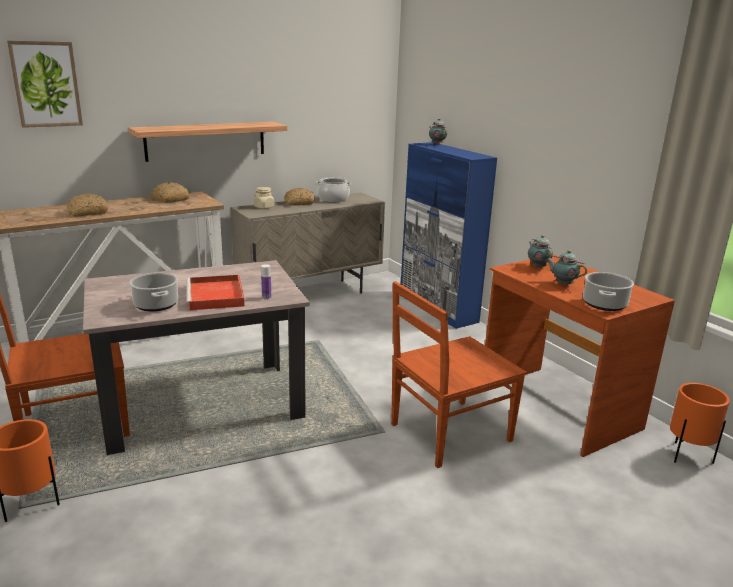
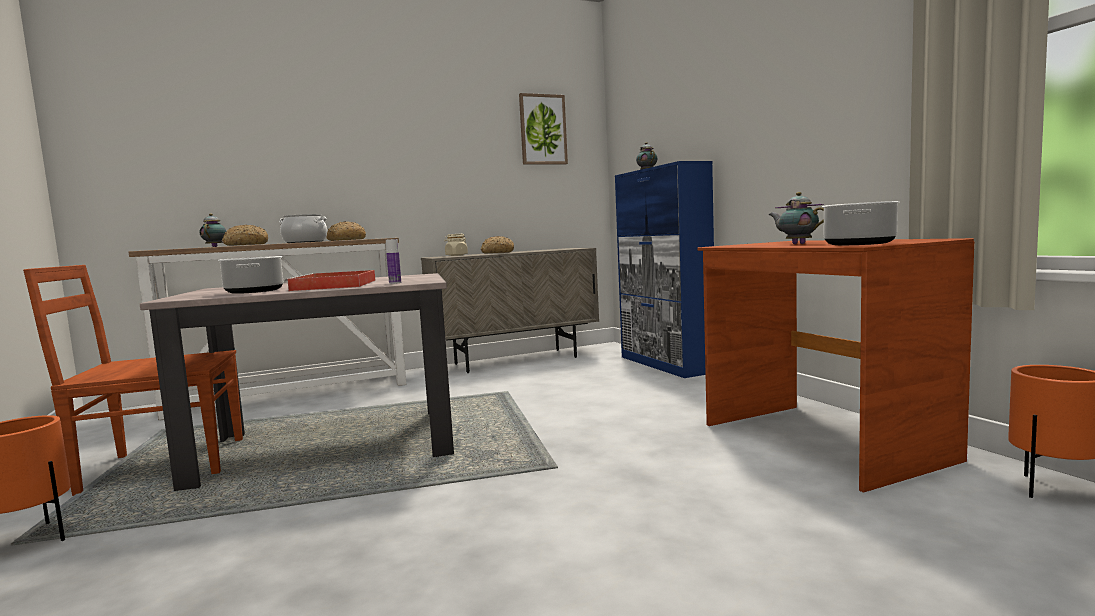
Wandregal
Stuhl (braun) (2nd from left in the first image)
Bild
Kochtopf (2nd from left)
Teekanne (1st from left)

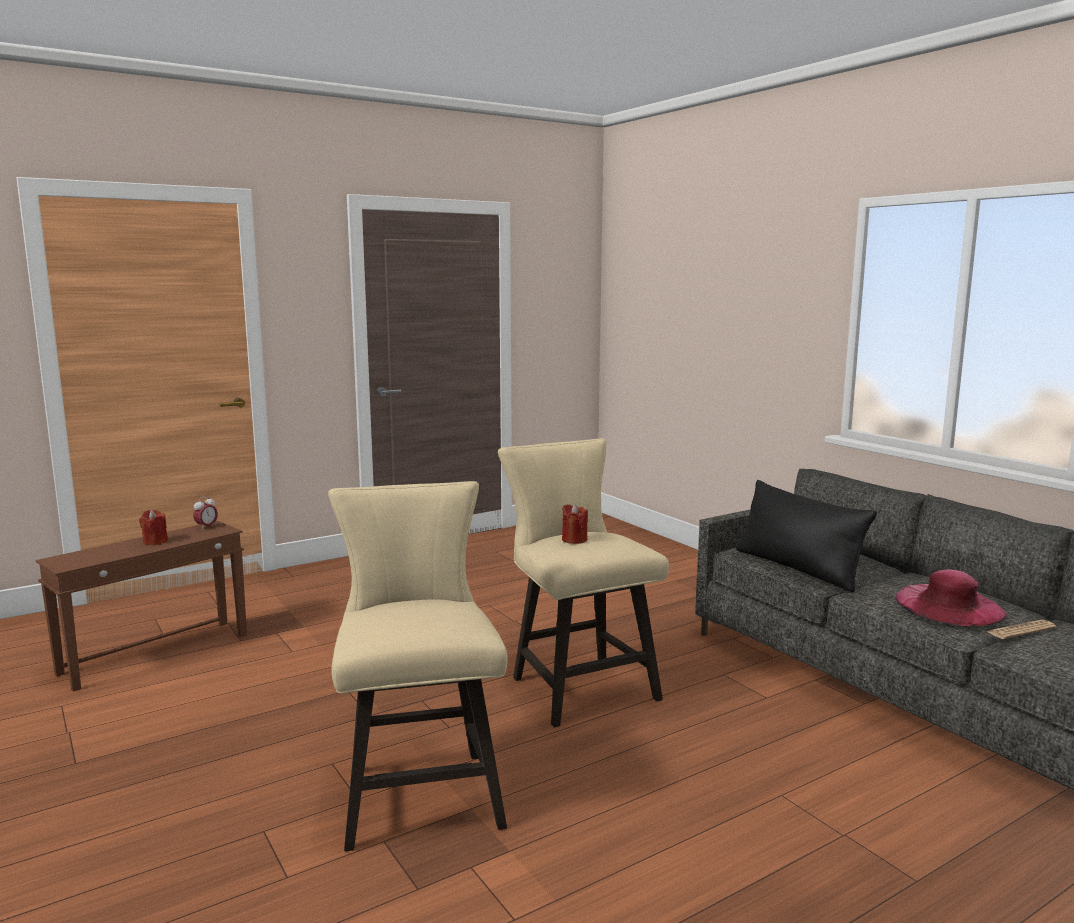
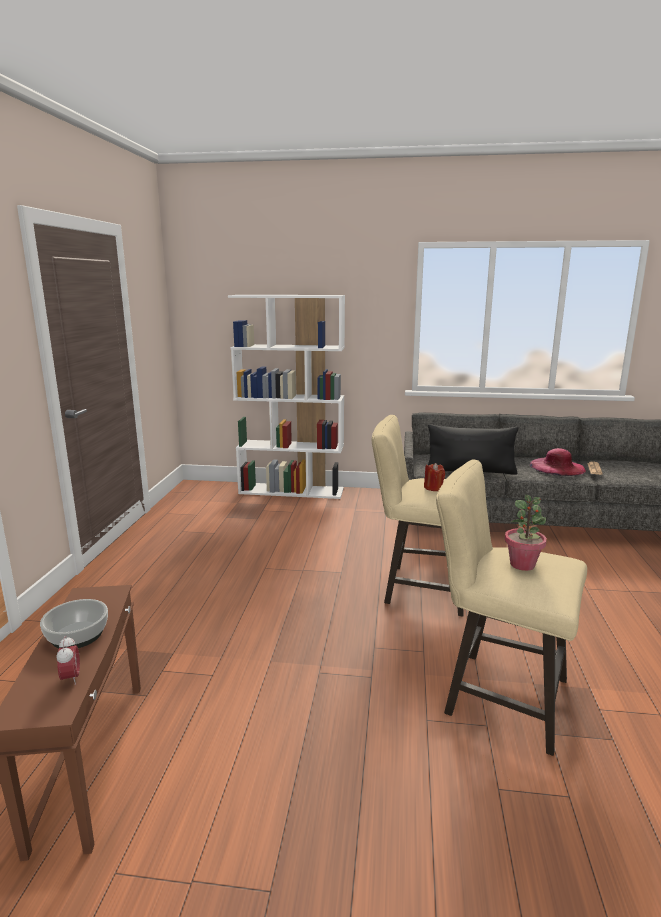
Bücherregal (weiß)
Topfpflanze
Wecker
Schüssel

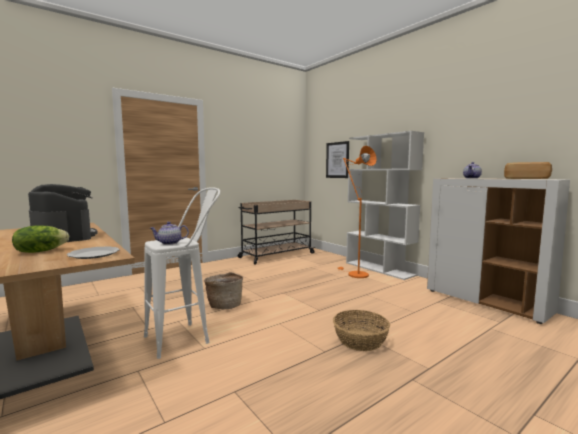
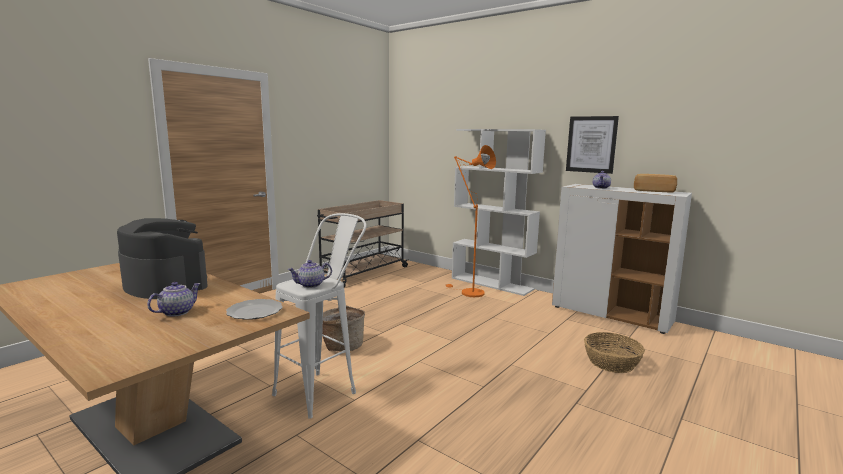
Bild
Korb (2nd from left)
Teekanne (1st from left)

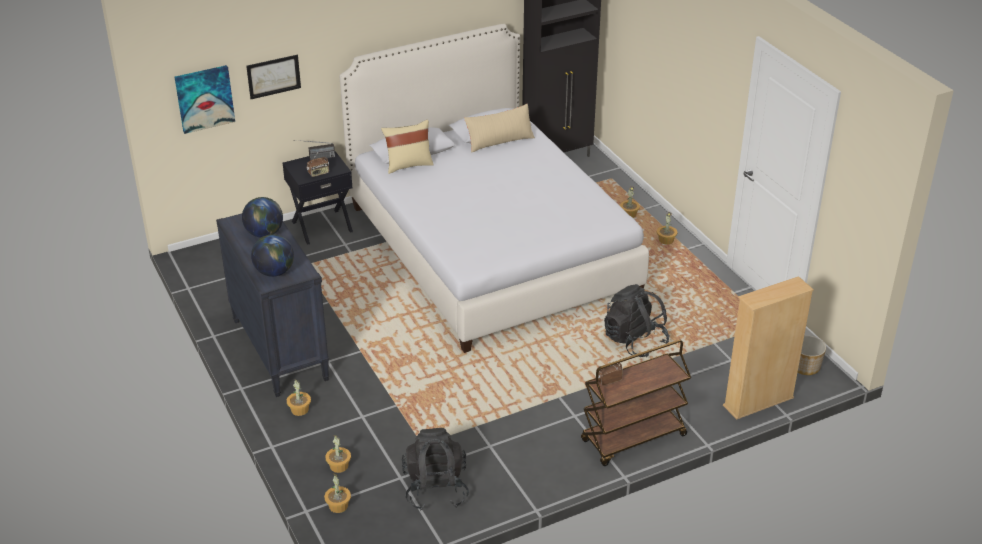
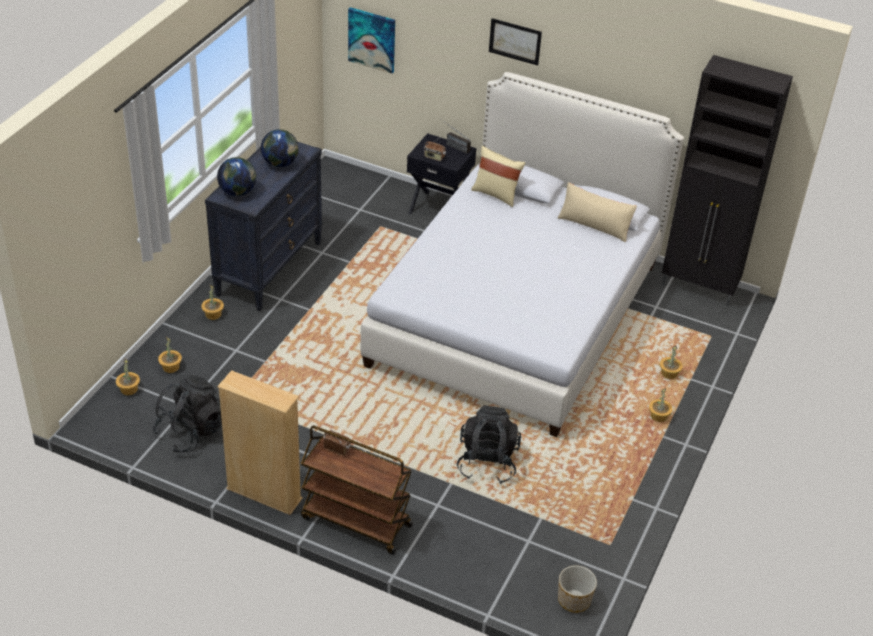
Bild (2nd from left)
Bücherregal (beige)

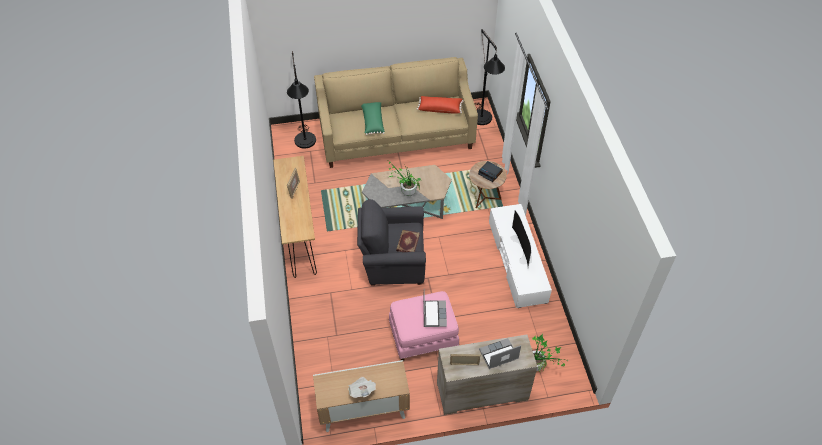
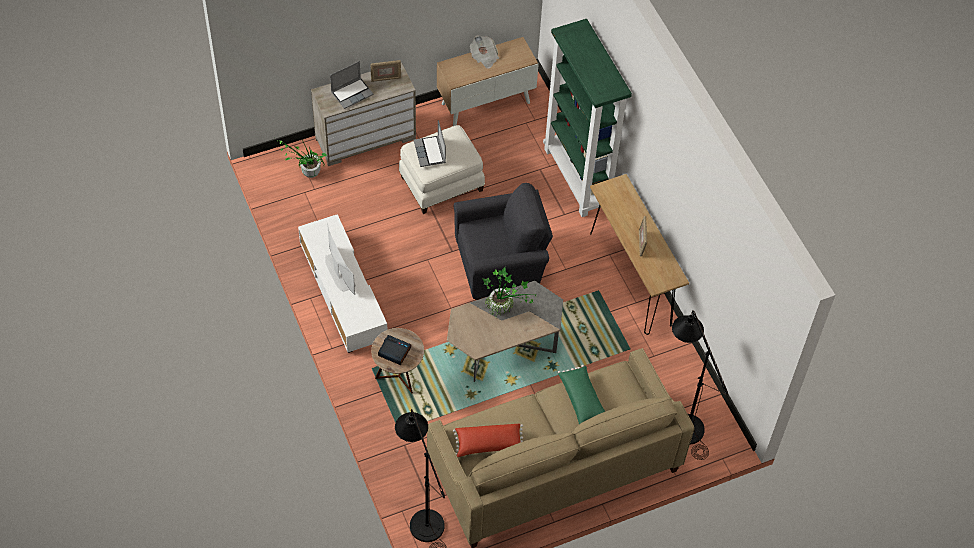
Buch
Bücherregal (grün)
Polsterhocker (weiß)

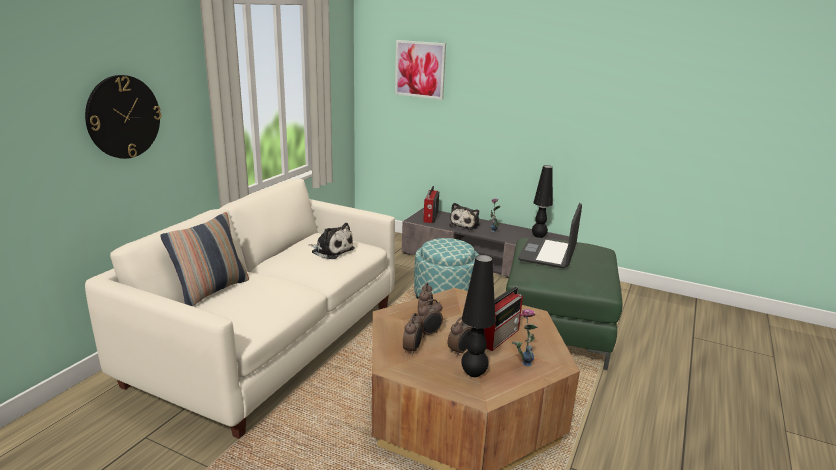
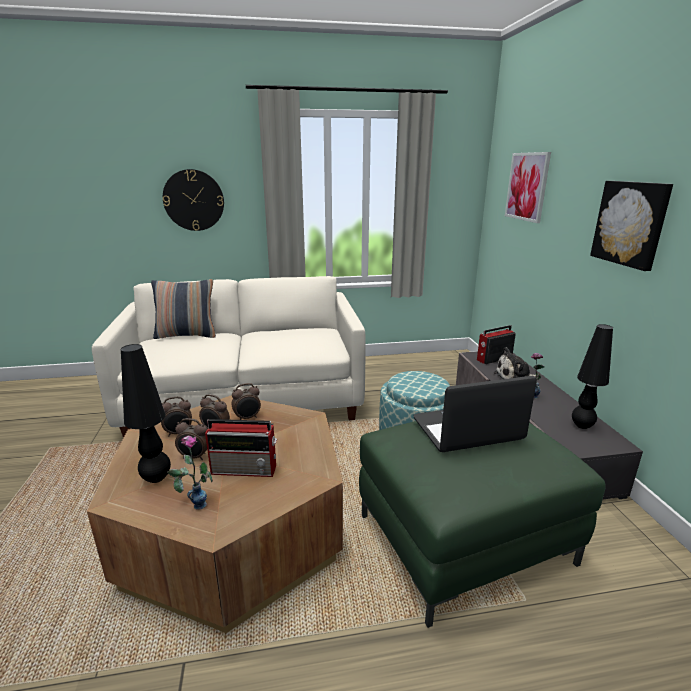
Plüschtier (1st from left in the first image)
Bild (2nd from left)

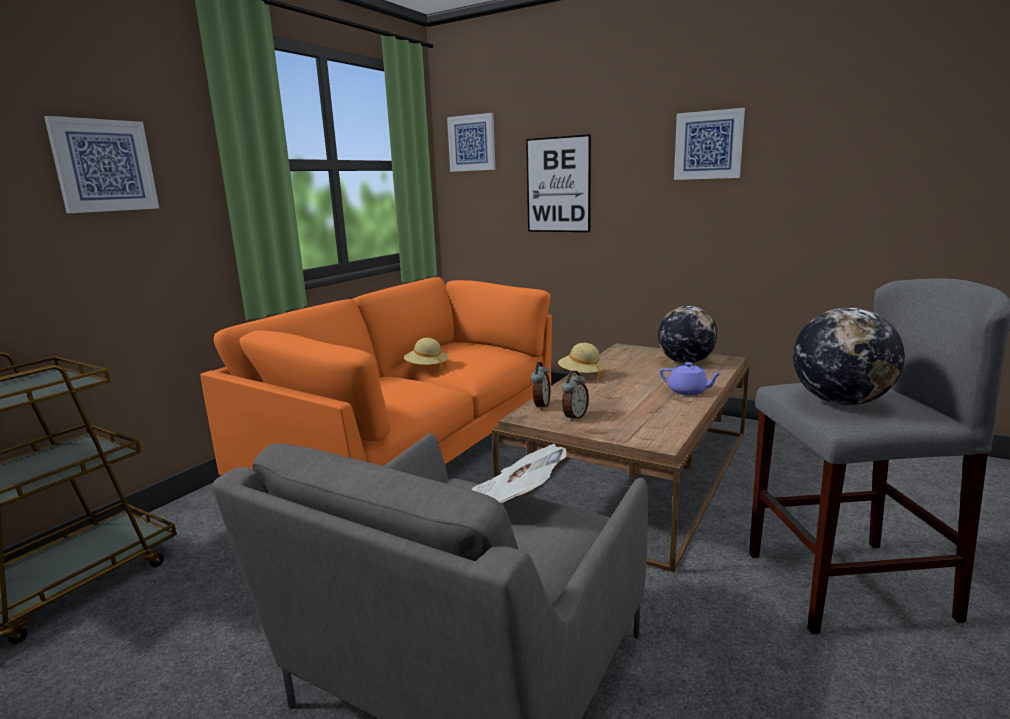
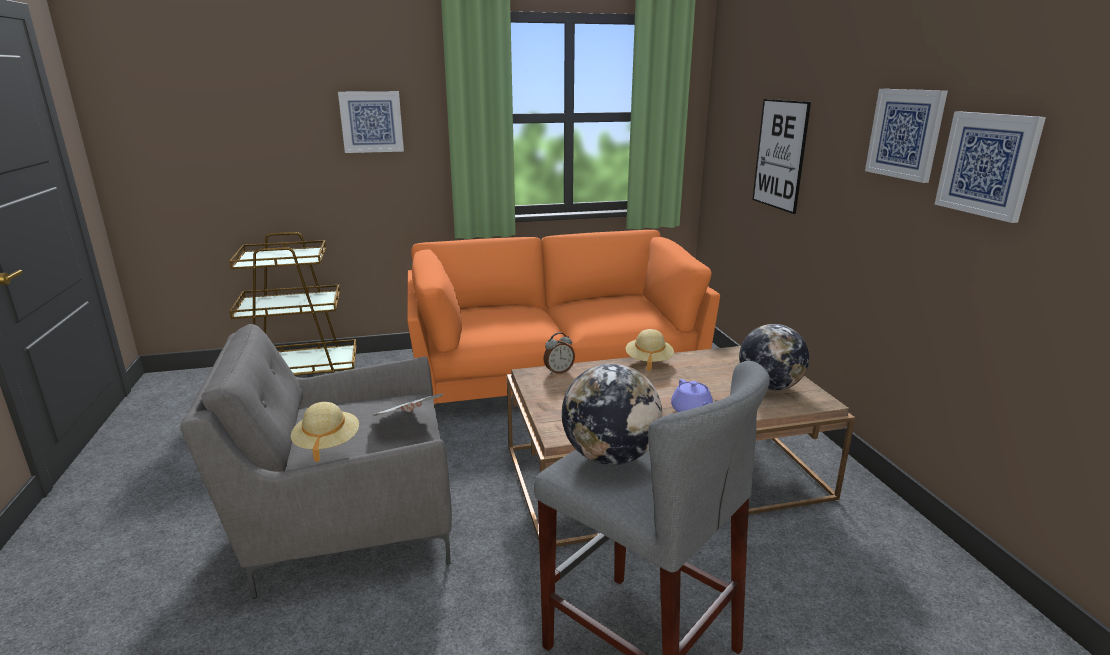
Wecker (2nd from left in the first image)
Hut (beige) (1st from left)
Bild (4th from left)

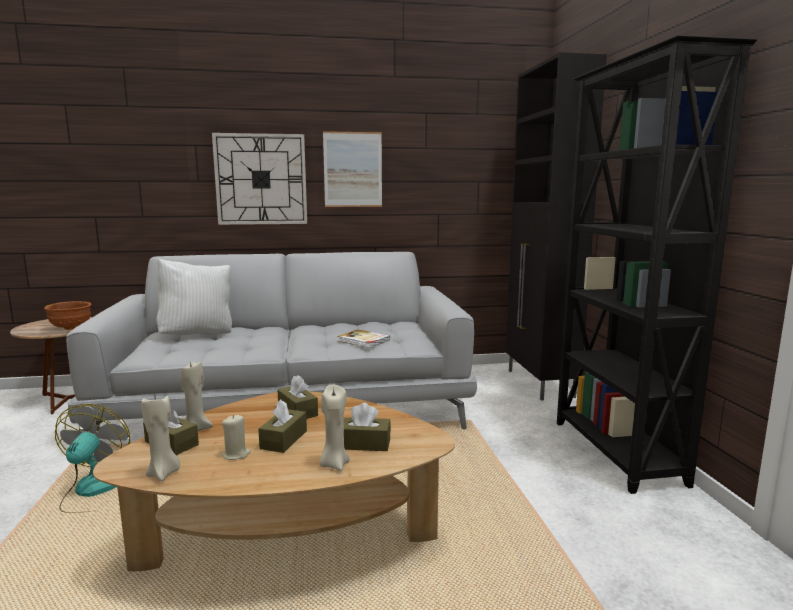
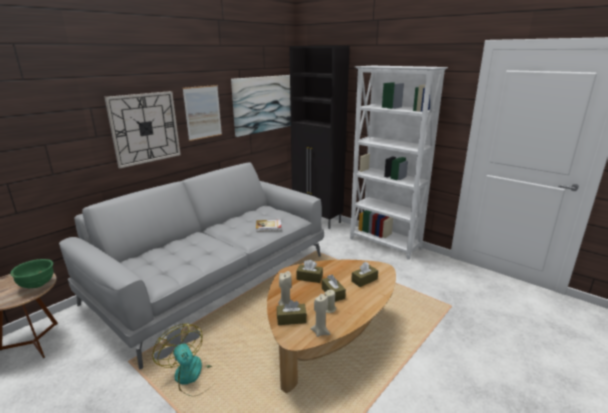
Kissen (weiß)
Kerze (beige) (4th from left in the first image)
Bild (2nd from left)
Schüssel (grün)
Bücherregal (weiß)

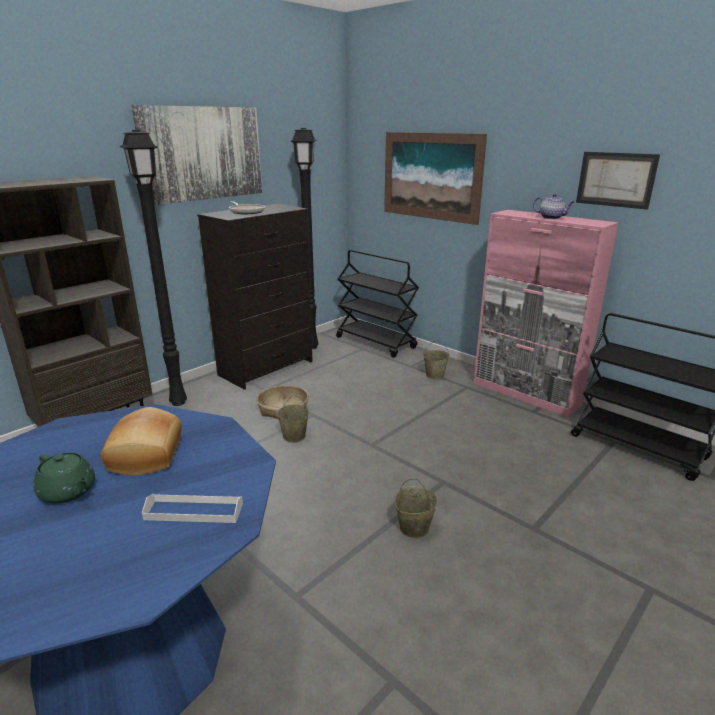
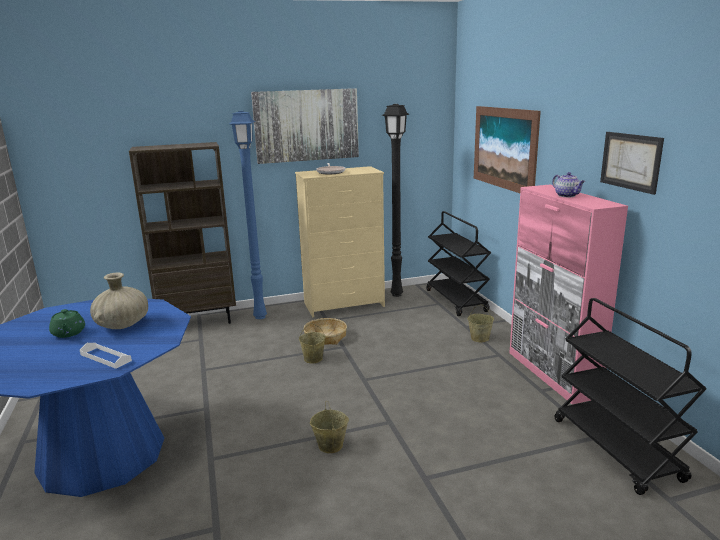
Vase (beige)
Stehlampe (blau)
Kommode (beige)

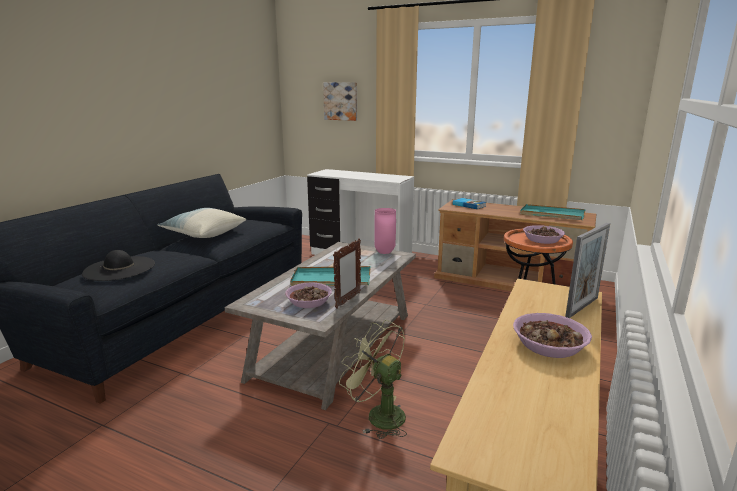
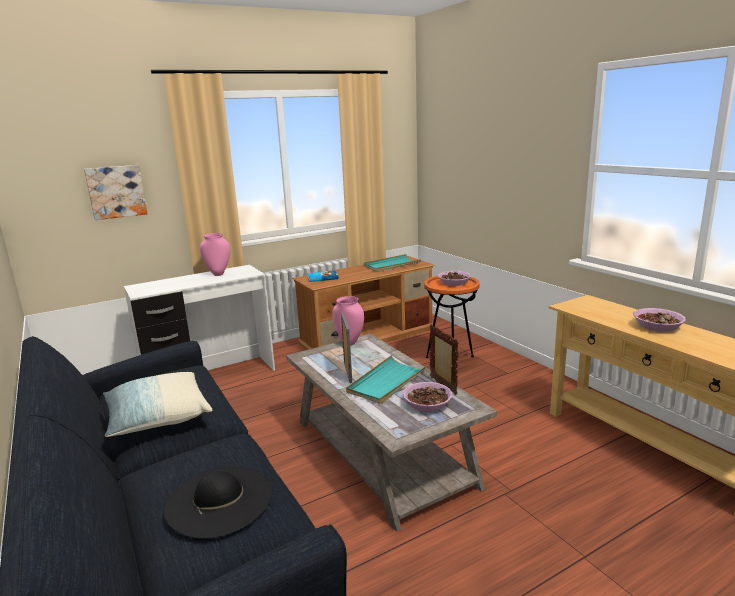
Ventilator (grün)
Vase (rosa) (1st from left)
Bilderrahmen (1st from left)

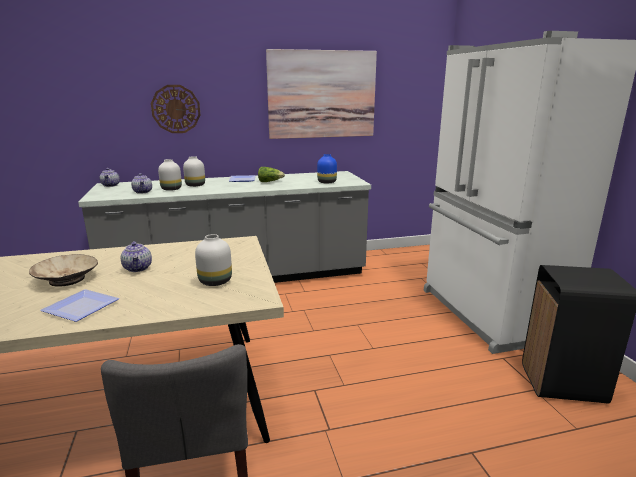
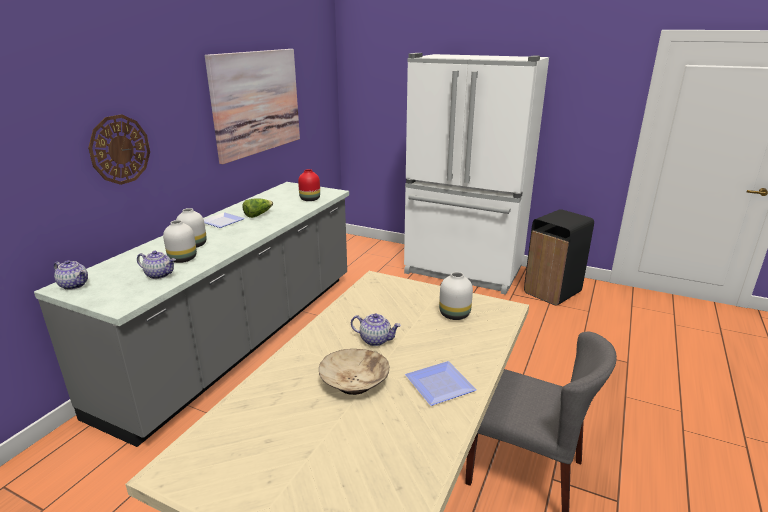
Vase (rot)

